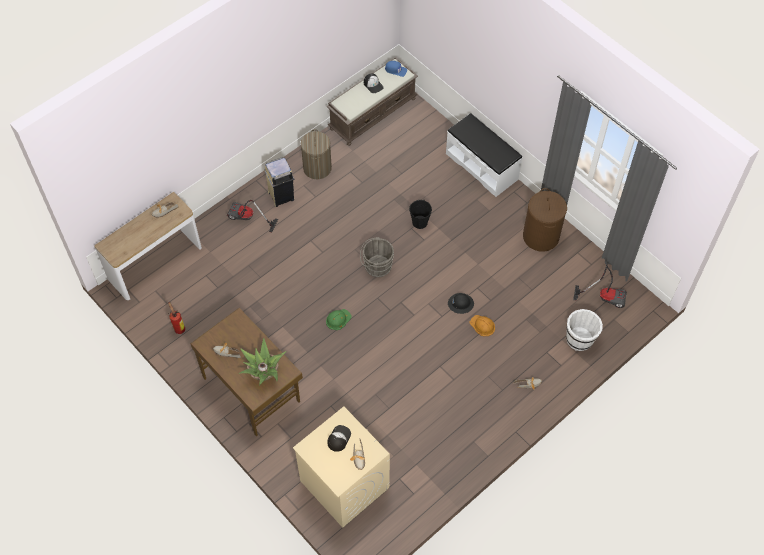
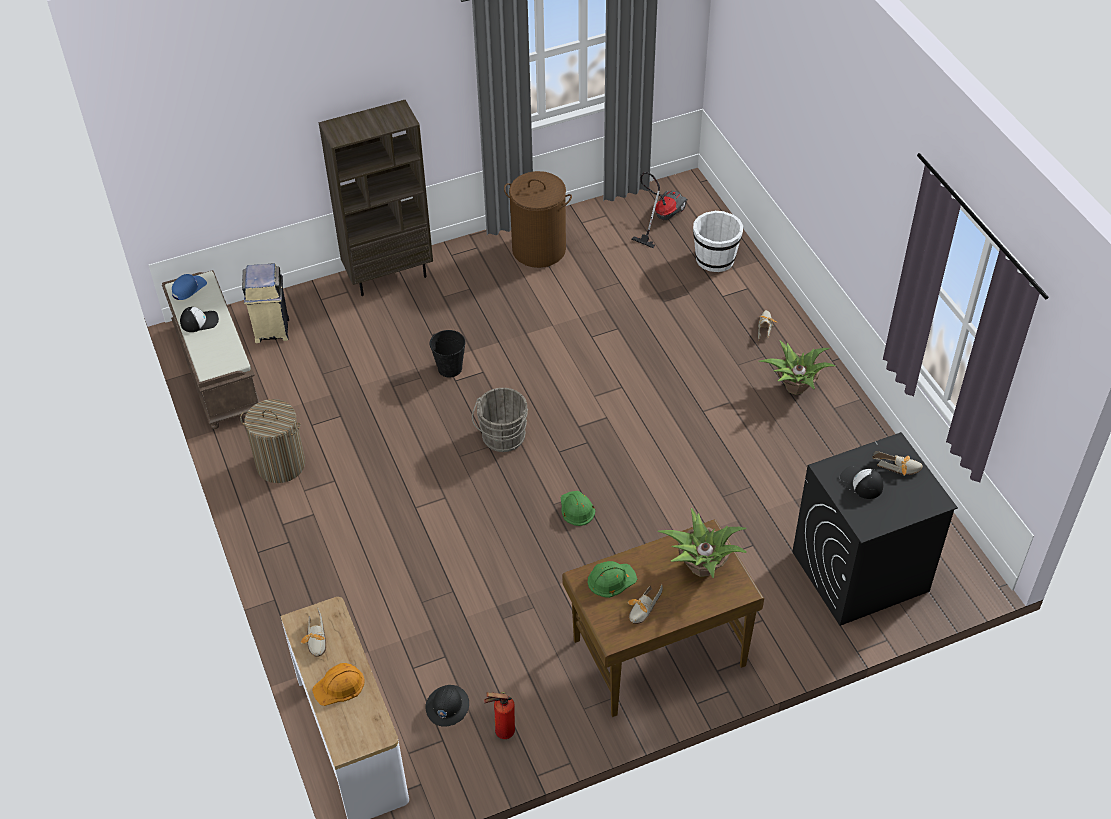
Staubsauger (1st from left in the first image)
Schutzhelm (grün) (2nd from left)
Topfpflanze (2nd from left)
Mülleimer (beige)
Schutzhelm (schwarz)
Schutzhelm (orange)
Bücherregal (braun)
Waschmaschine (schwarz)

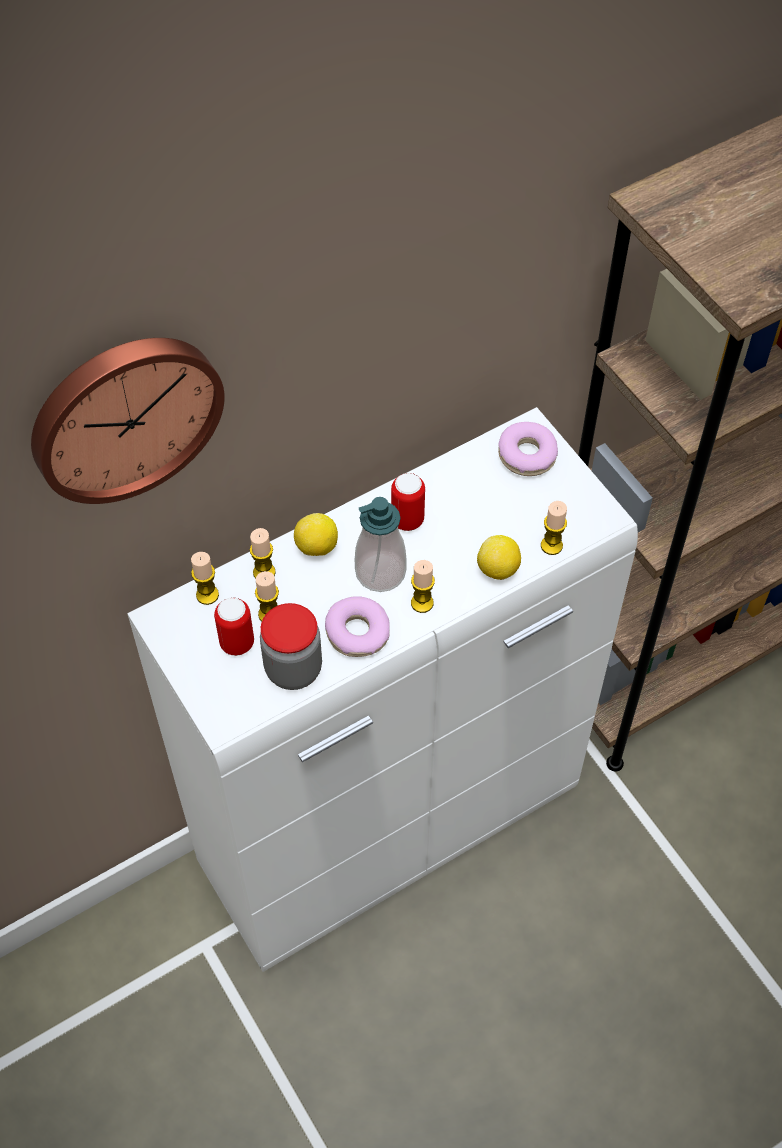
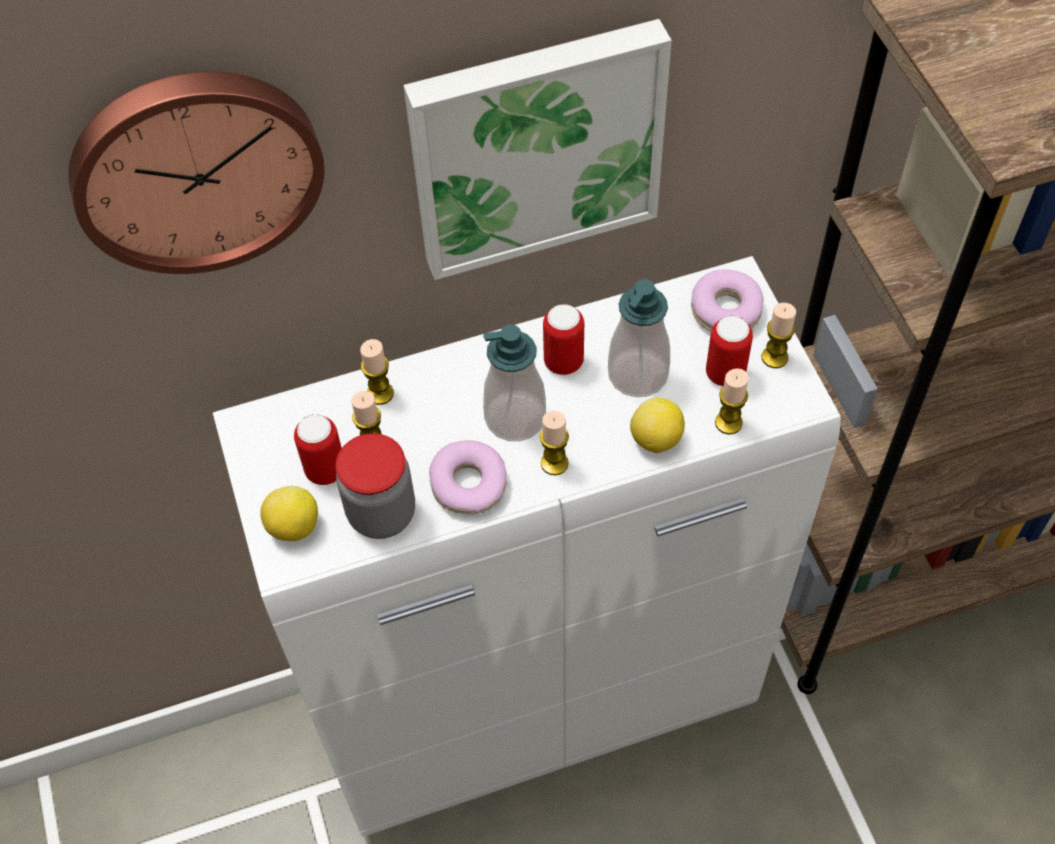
Bild
Seifenspender (2nd from left)
Dose (3rd from left)
Kerze (5th from left)
Zitrone (1st from left)

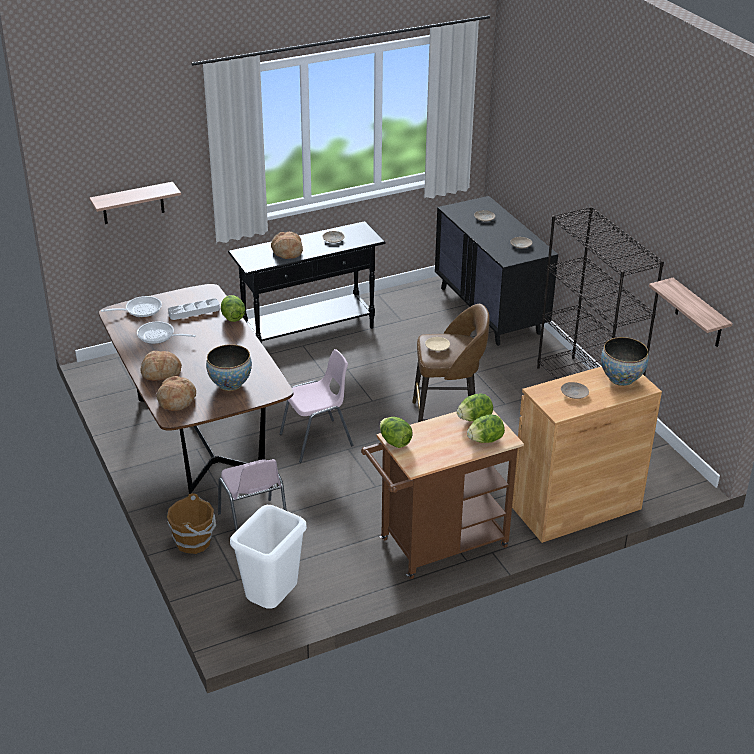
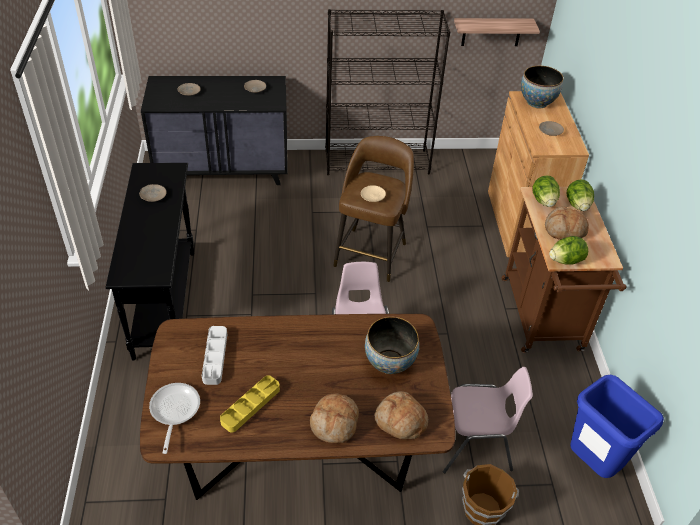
Wandregal (1st from left in the first image)
Salatkopf (1st from left in the first image)
Brot (3rd from left)
Tablett (gelb)
Mülleimer (blau)

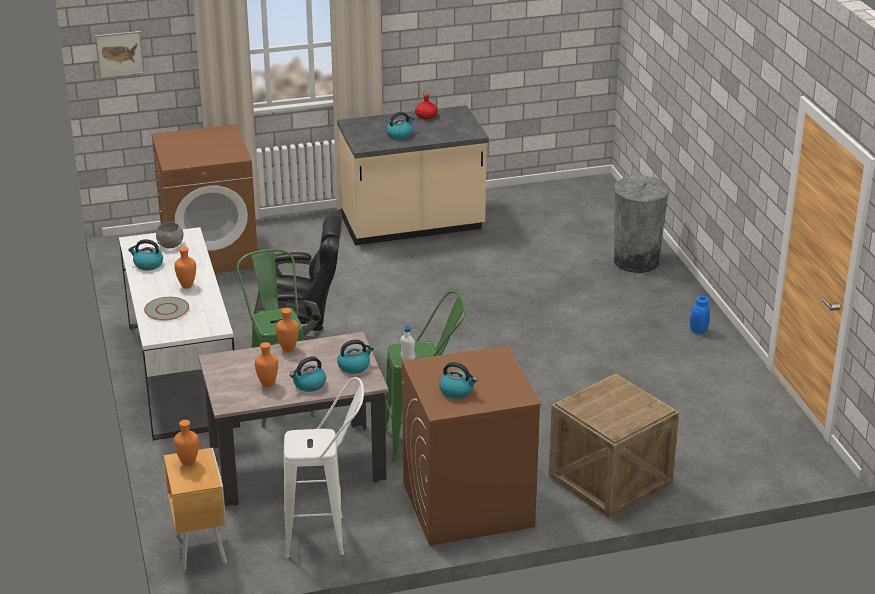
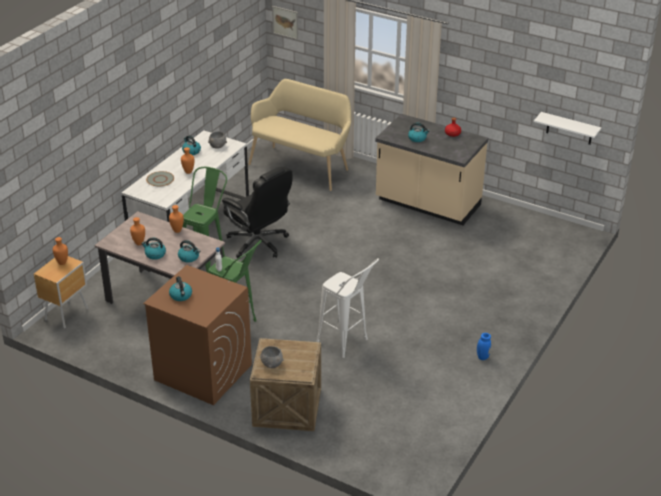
Mülleimer (grau)
Schüssel (grau) (2nd from left)
Wandregal (weiß)
Hocker (weiß)
Bank (beige)

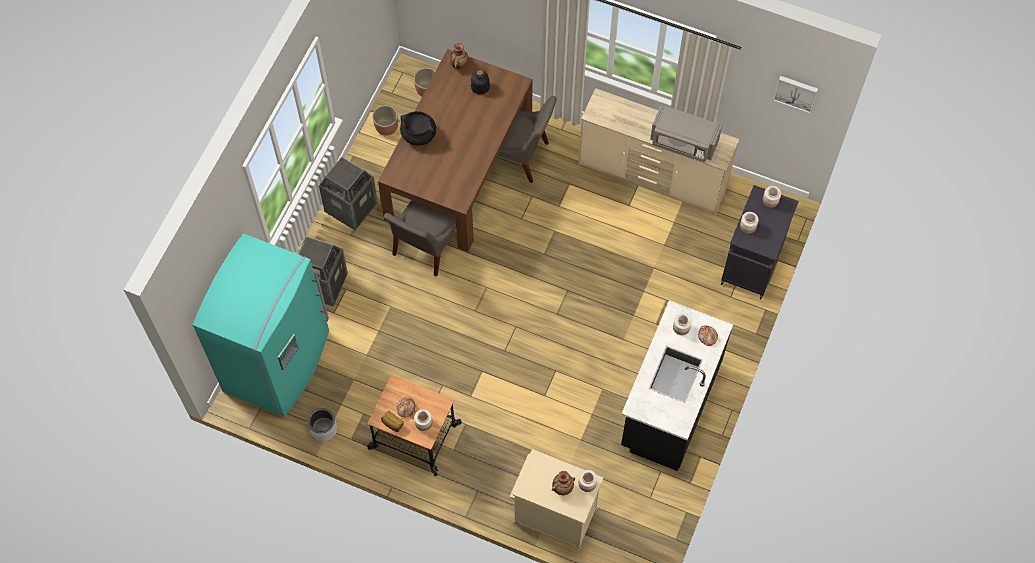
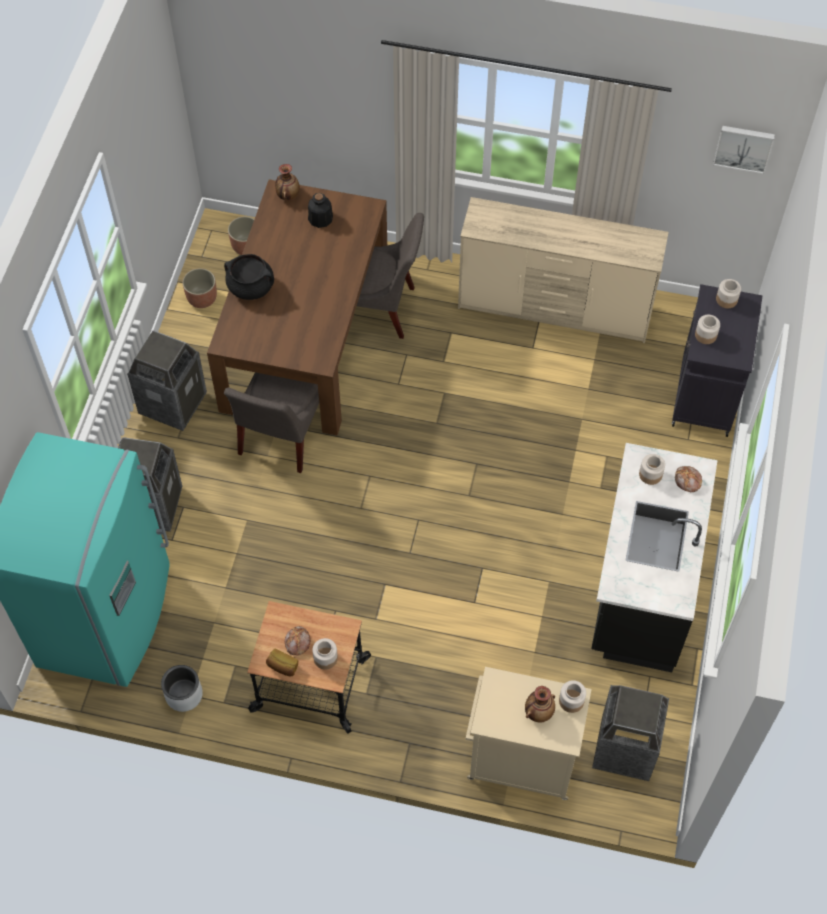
Mikrowelle (grau)
Mülleimer (3rd from left)

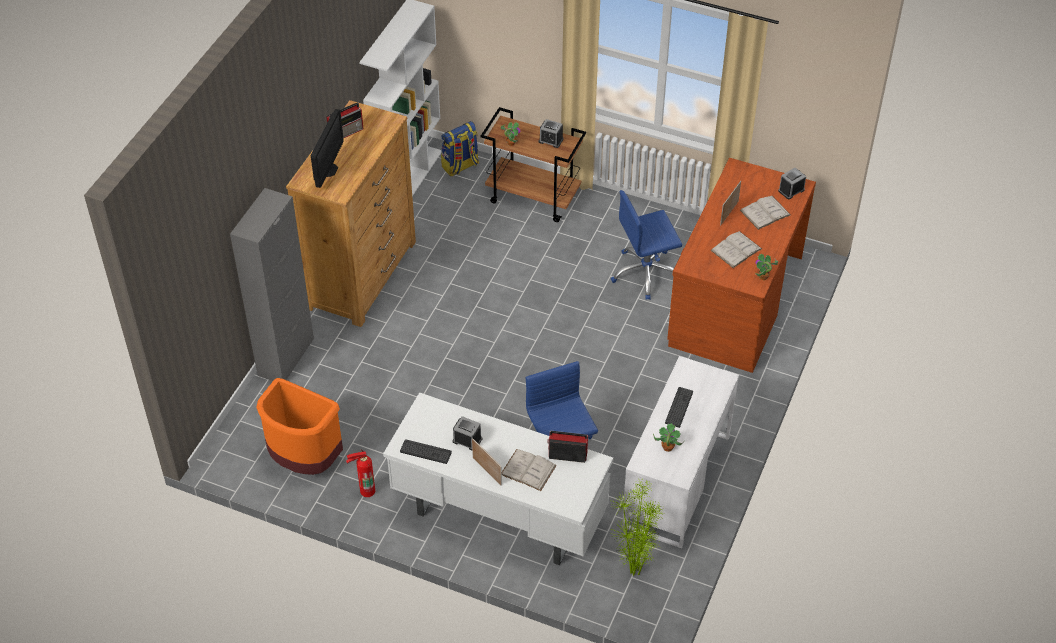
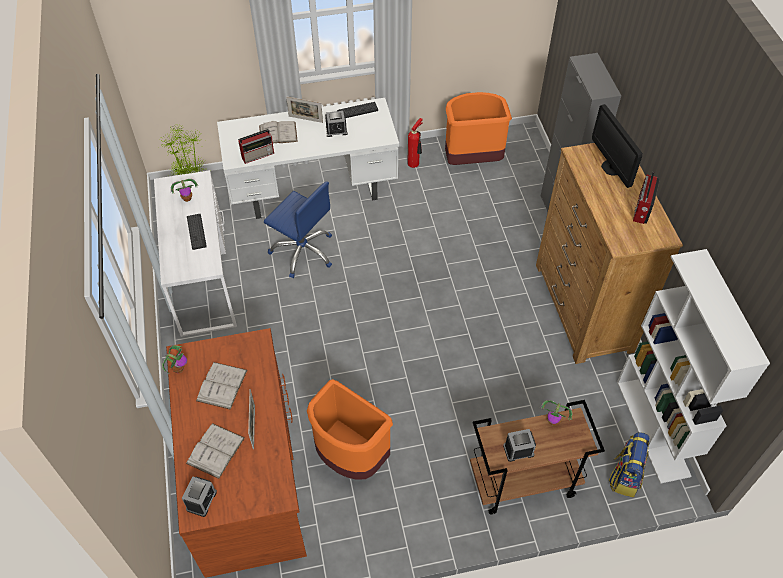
Mülleimer (orange) (1st from left)

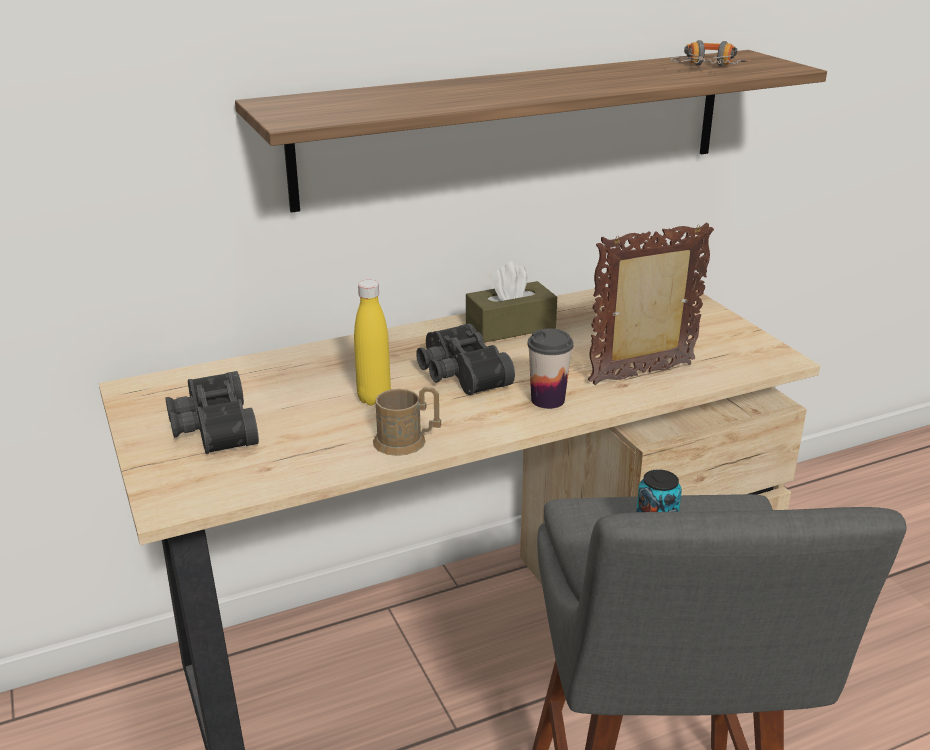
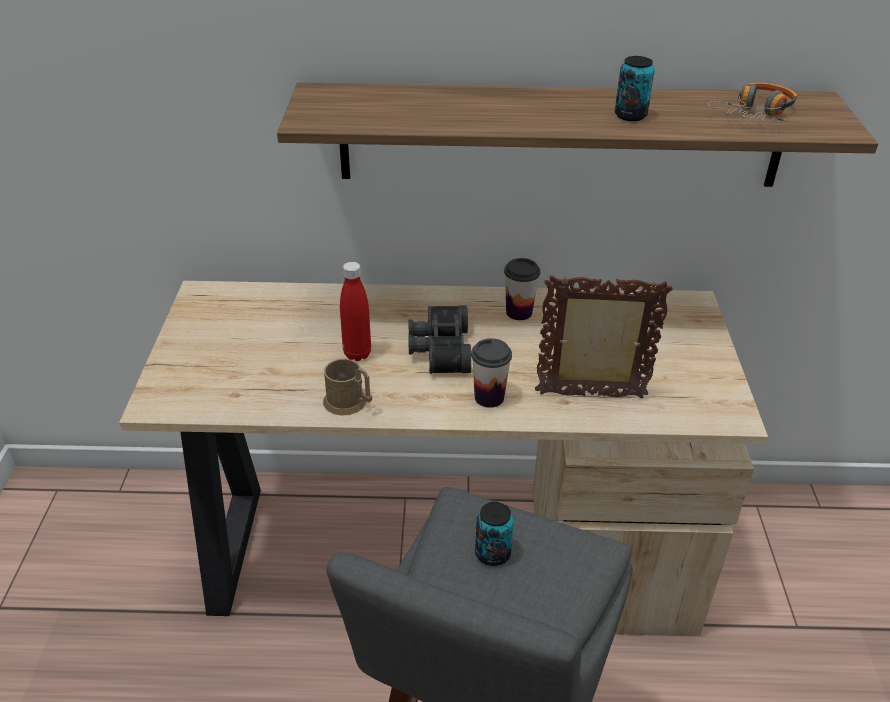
Fernglas (schwarz) (1st from left in the first image)
Dose (2nd from left)
Tasse (2nd from left)
Flasche (rot)

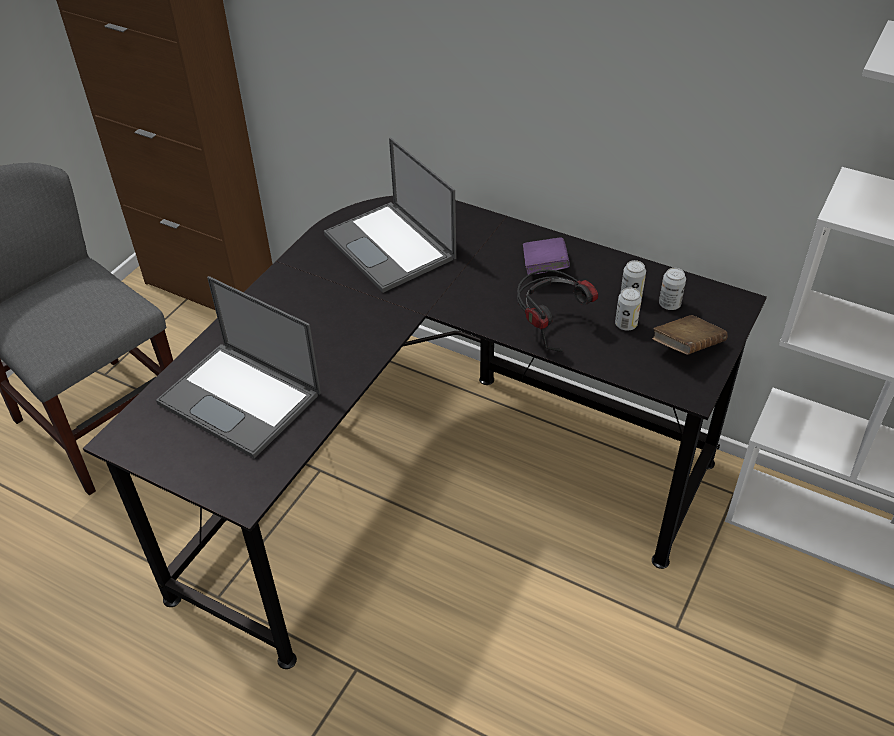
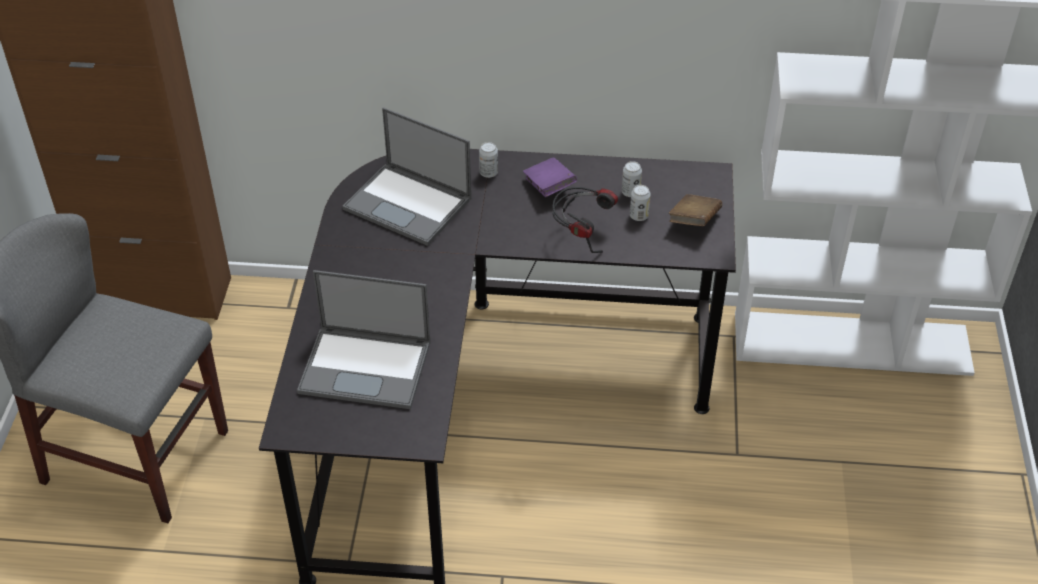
Dose (1st from left)

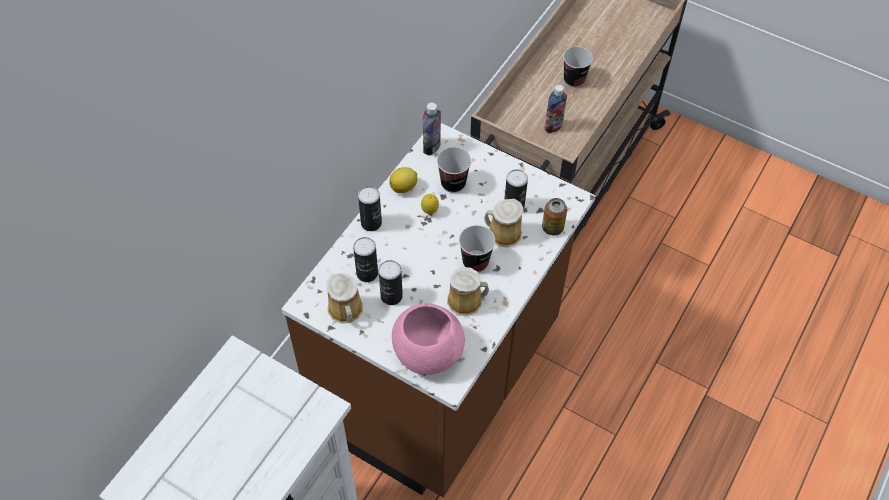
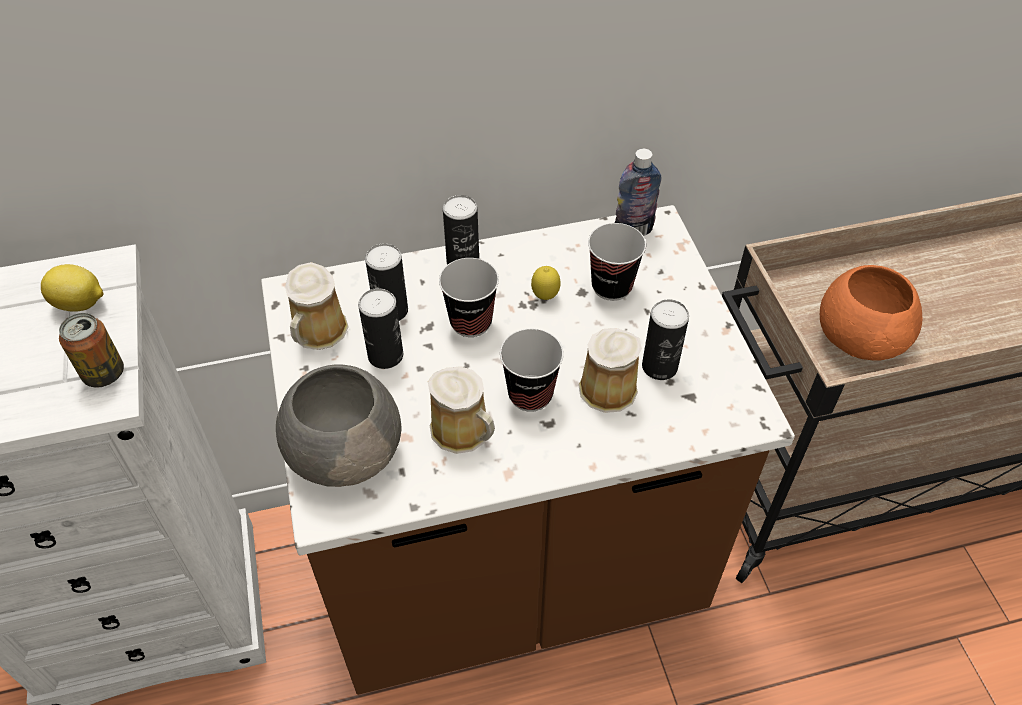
Zitrone (1st from left)
Dose (1st from left)
Tasse (1st from left)
Schüssel (orange)
Schüssel (grau)

